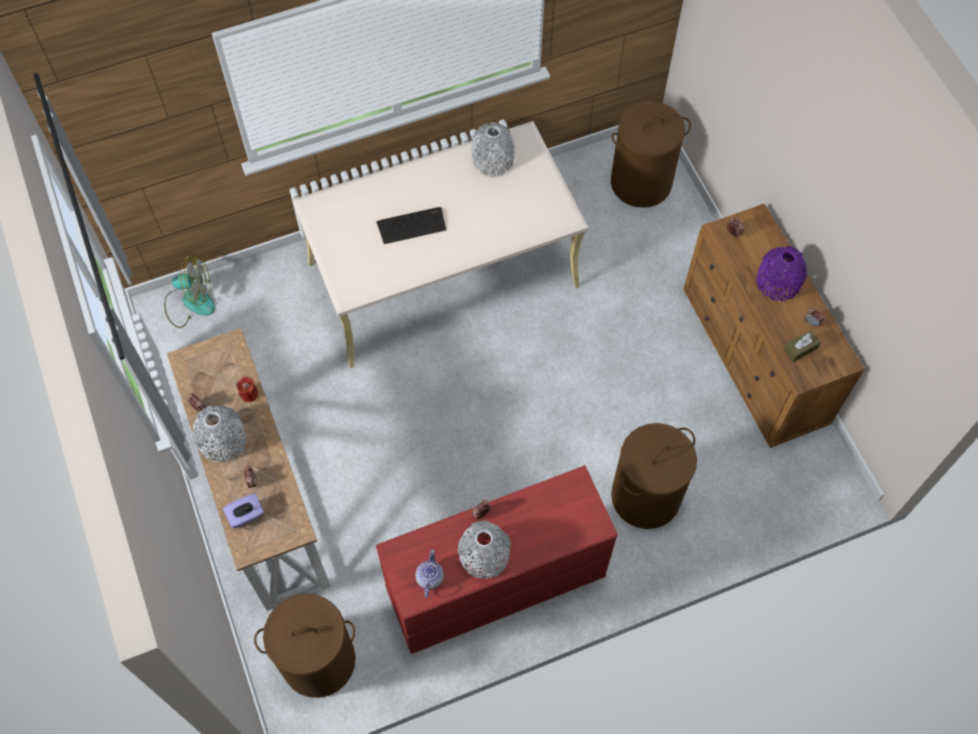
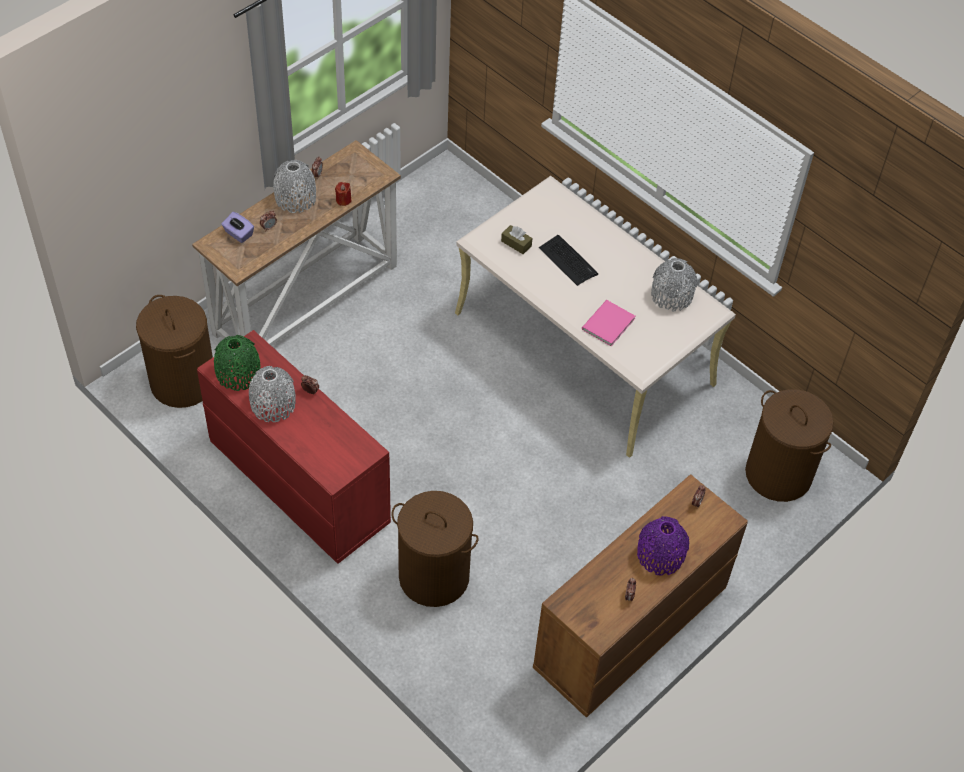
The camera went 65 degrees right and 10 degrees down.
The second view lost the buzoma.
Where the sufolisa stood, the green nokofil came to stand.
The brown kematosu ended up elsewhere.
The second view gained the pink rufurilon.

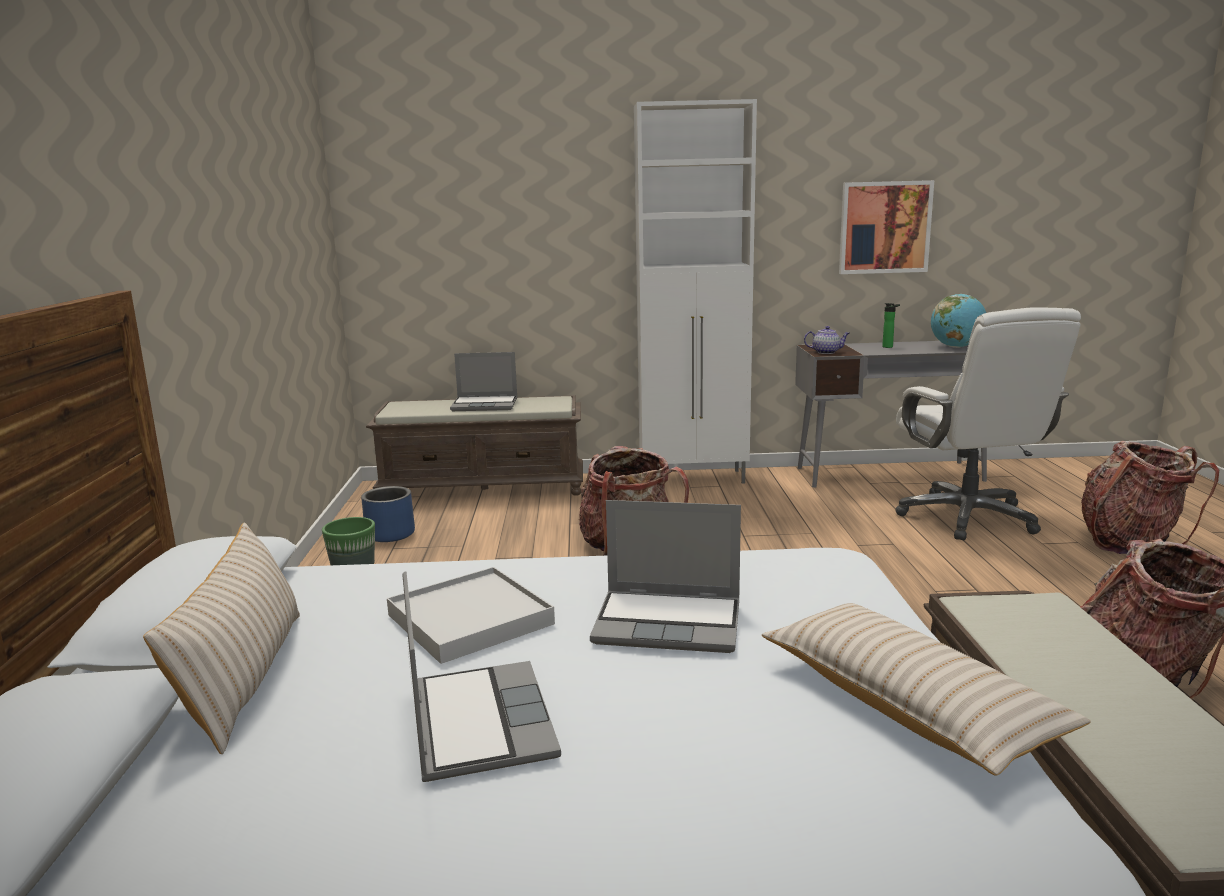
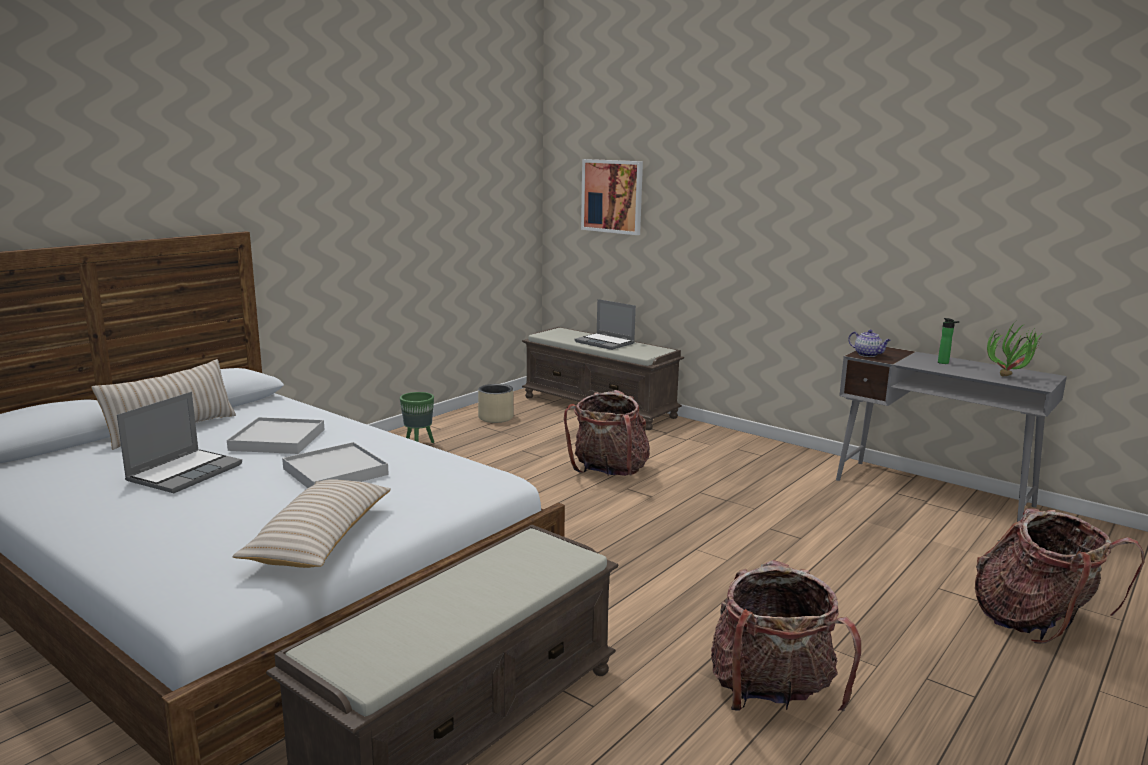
The camera went 40 degrees right and 0 degrees up.
What was the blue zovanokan turned into the beige zovanokan.
Where the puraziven (3rd from left) stood, the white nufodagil (2nd from left) came to stand.
The second view lost the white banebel.
The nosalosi ended up elsewhere.
The second view lost the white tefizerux.
Where the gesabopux stood, the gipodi came to stand.

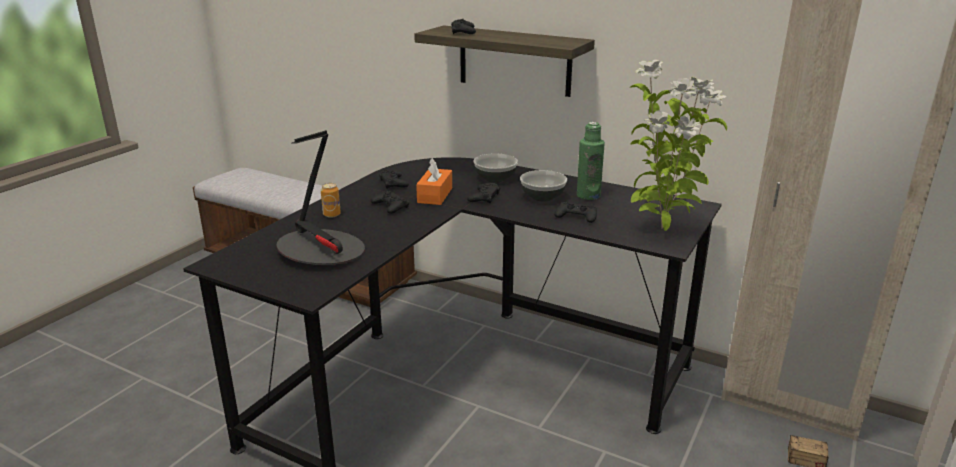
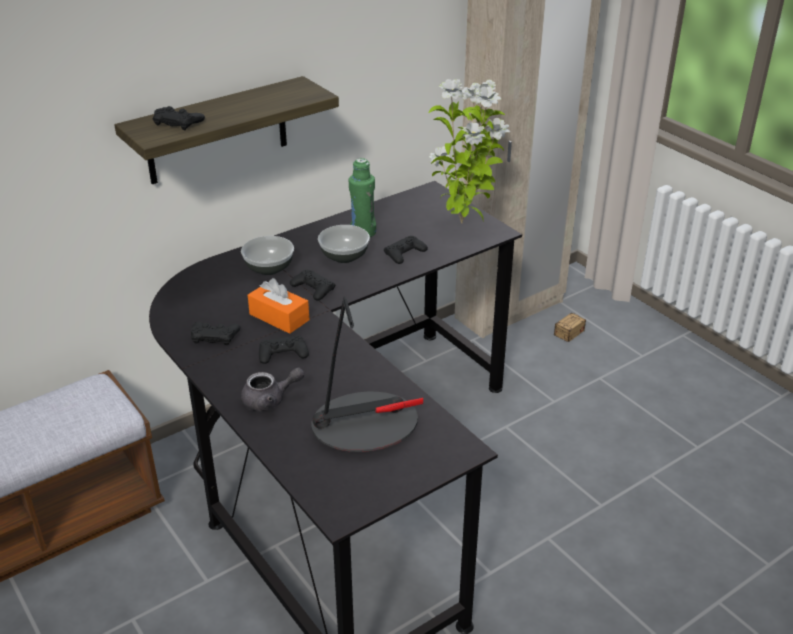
The camera went 65 degrees left and 10 degrees up.
Where the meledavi stood, the grey sufolisa came to stand.

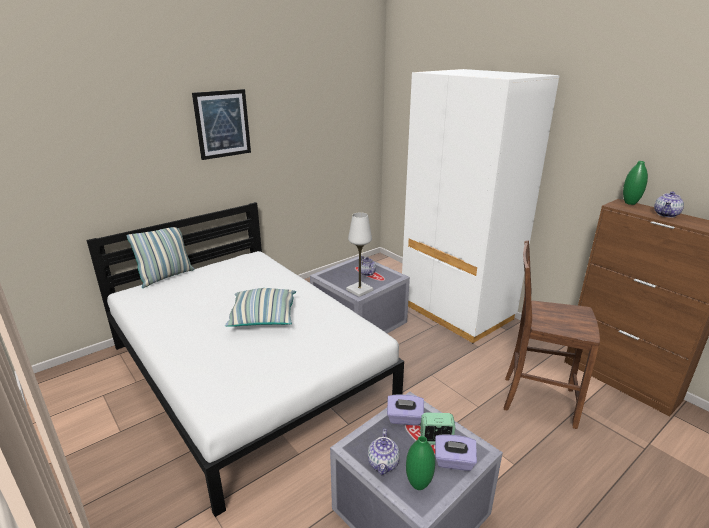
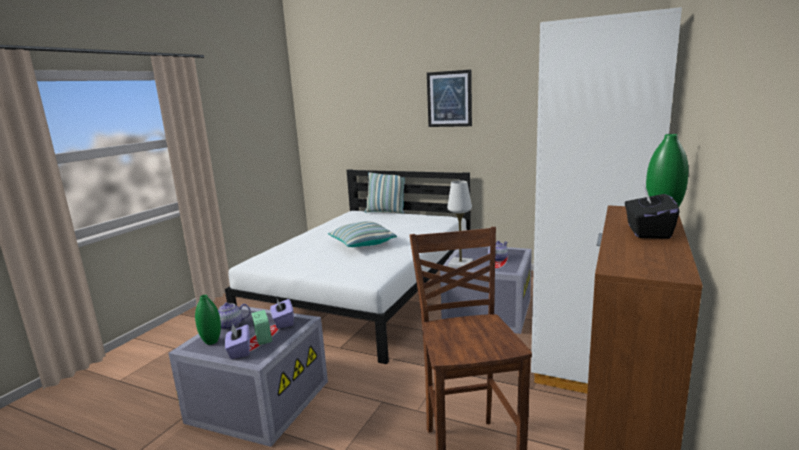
The camera went 65 degrees right and 10 degrees down.
Where the sufolisa (3rd from left) stood, the black kematosu came to stand.

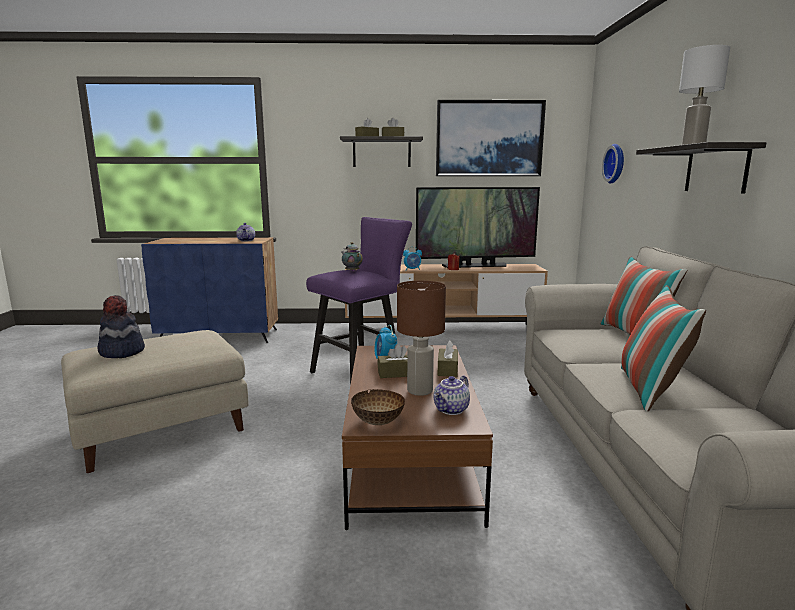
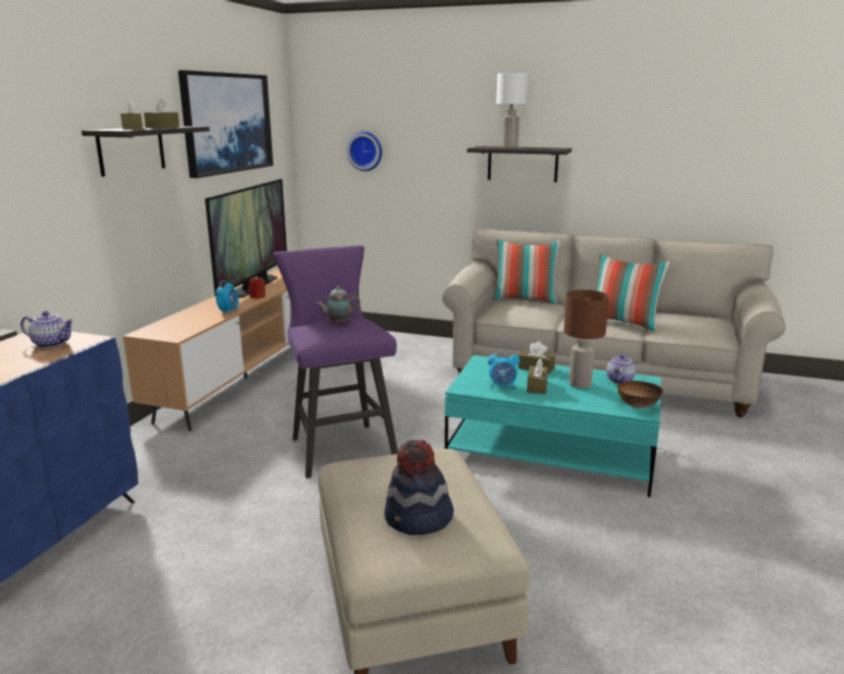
The camera went 70 degrees left and 5 degrees up.
What was the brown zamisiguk turned into the turquoise zamisiguk.
The sufolisa (3rd from left) ended up facing another way, 60 degrees clockwise from before.

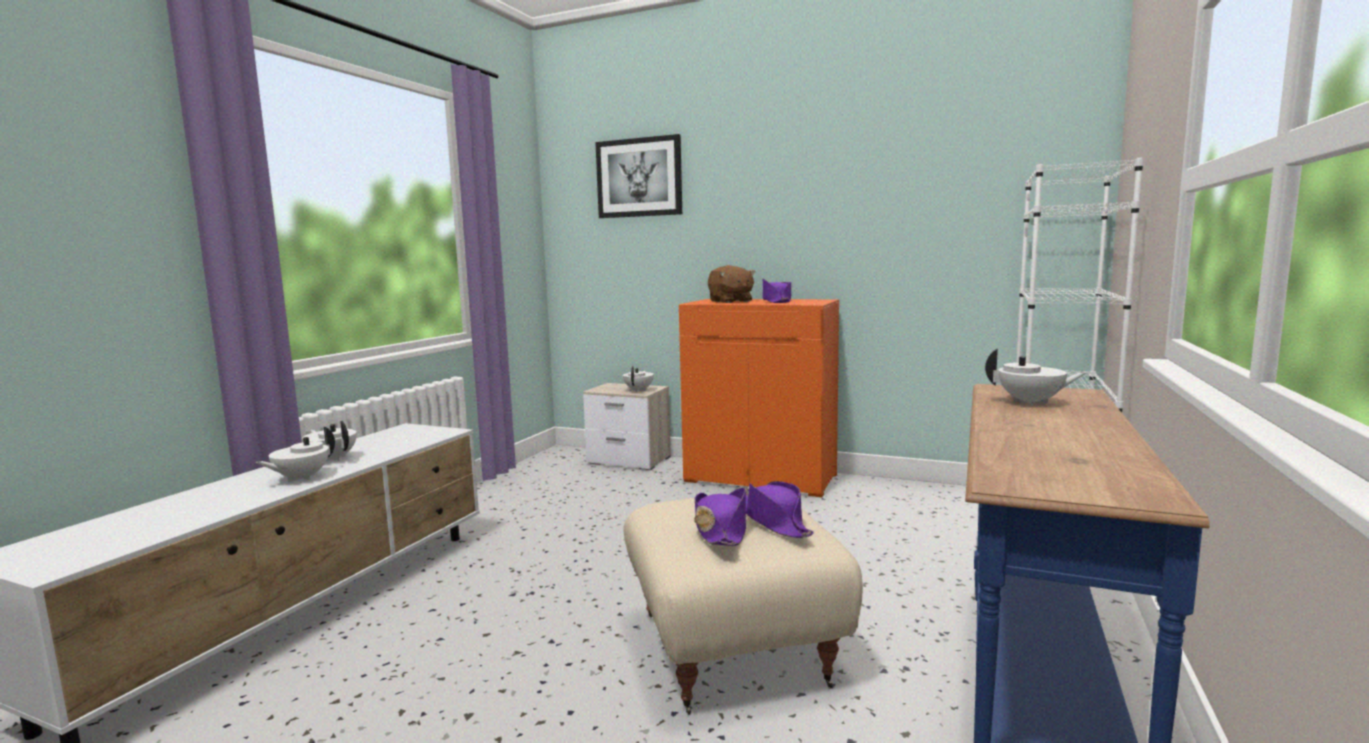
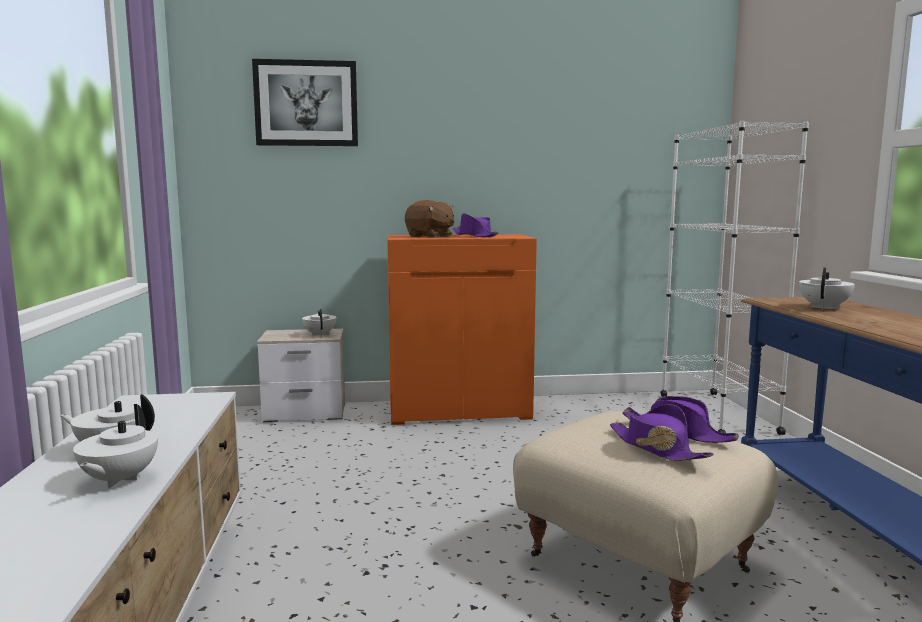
The camera went 30 degrees left and 0 degrees up.
The white sufolisa (4th from left) ended up facing another way, 45 degrees counterclockwise from before.

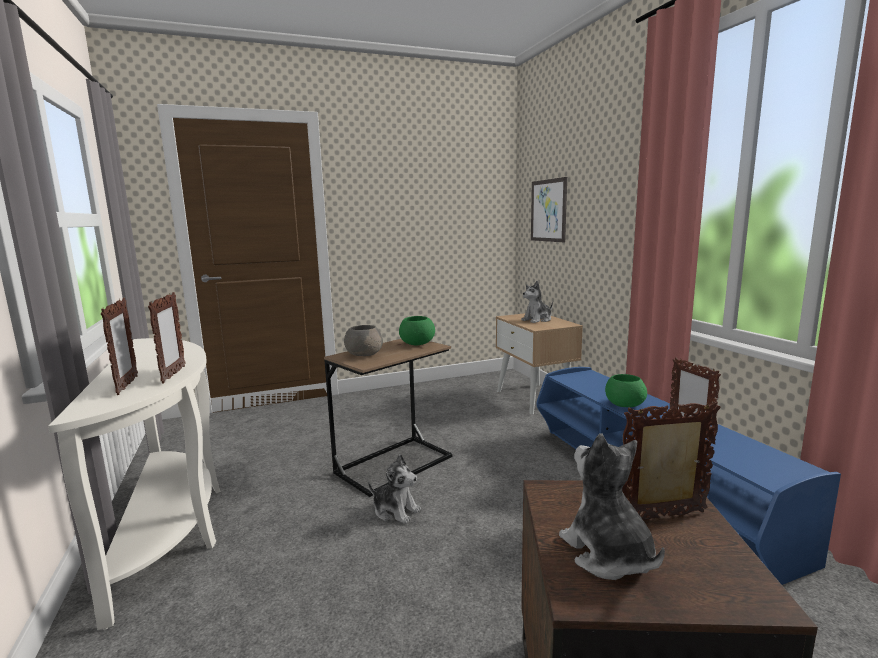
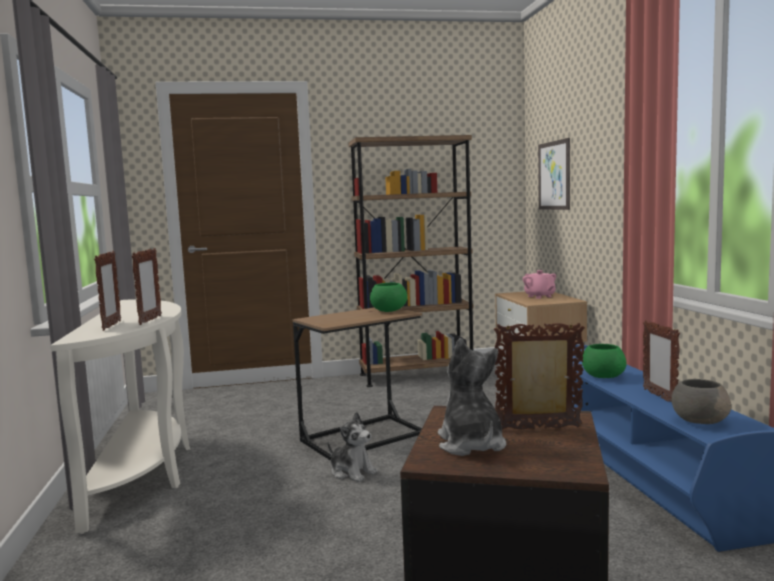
The camera went 10 degrees right and 5 degrees down.
The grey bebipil ended up elsewhere.
Where the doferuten (2nd from left) stood, the pink sufolisa came to stand.
The second view gained the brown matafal.

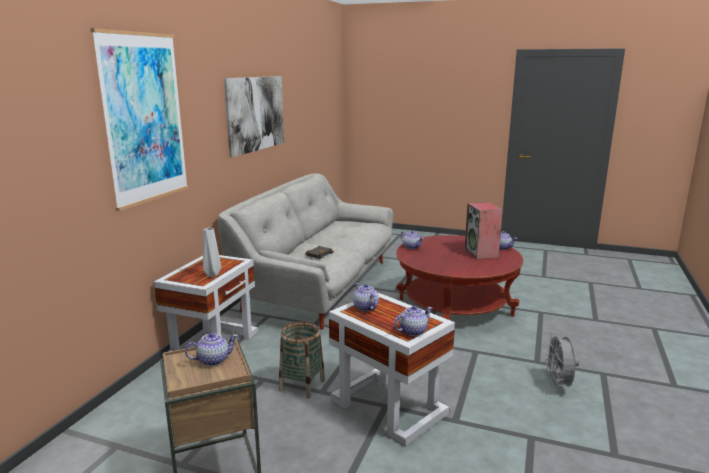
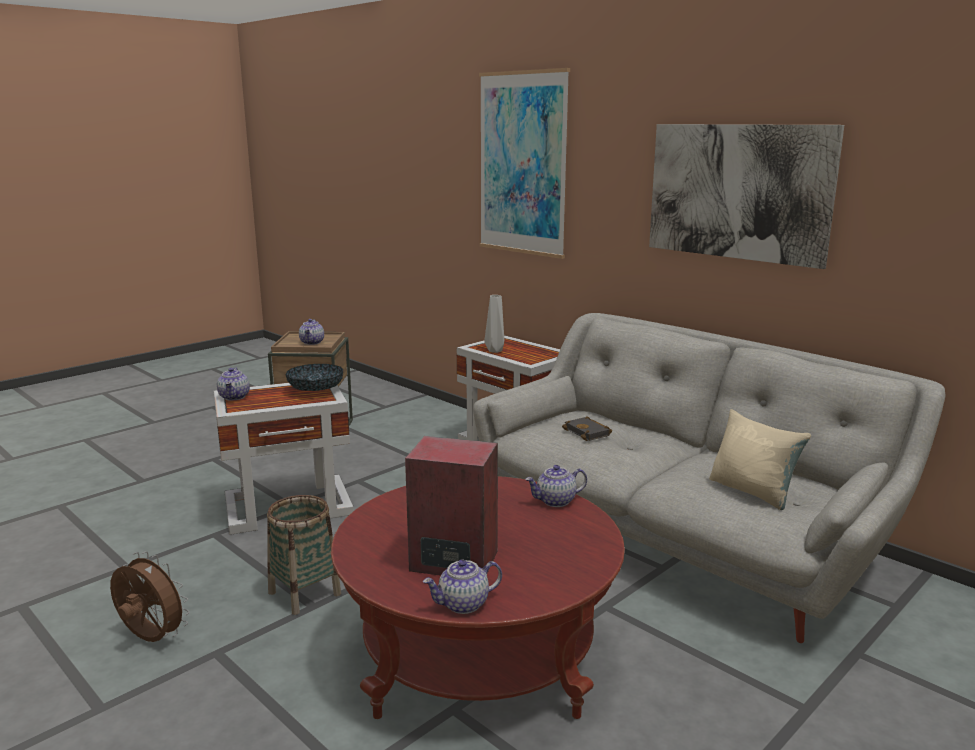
The camera went 115 degrees right and 0 degrees up.
The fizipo ended up elsewhere.
Where the sufolisa (2nd from left) stood, the bebipil came to stand.
What was the grey buzoma turned into the brown buzoma.
The second view gained the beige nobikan.

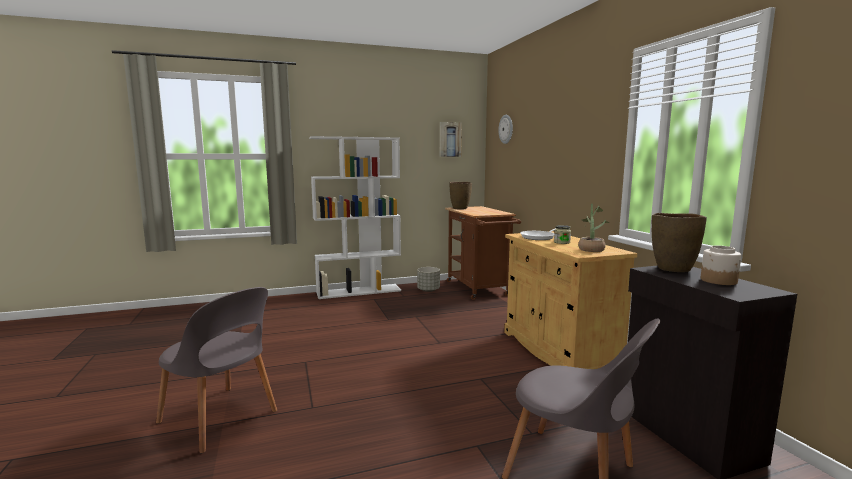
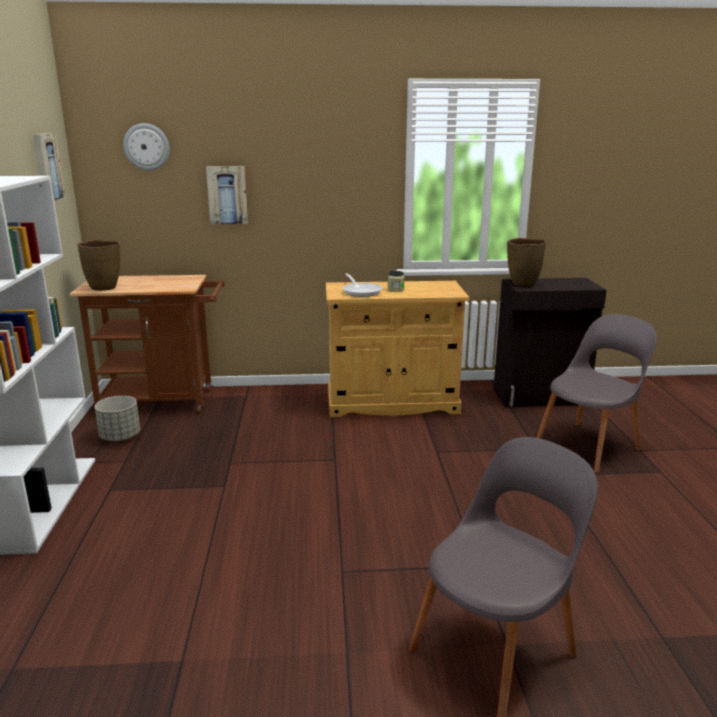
The camera went 75 degrees left and 10 degrees up.
The second view lost the gipodi.
The second view lost the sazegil (2nd from left).
The second view gained the nosalosi (2nd from left).

